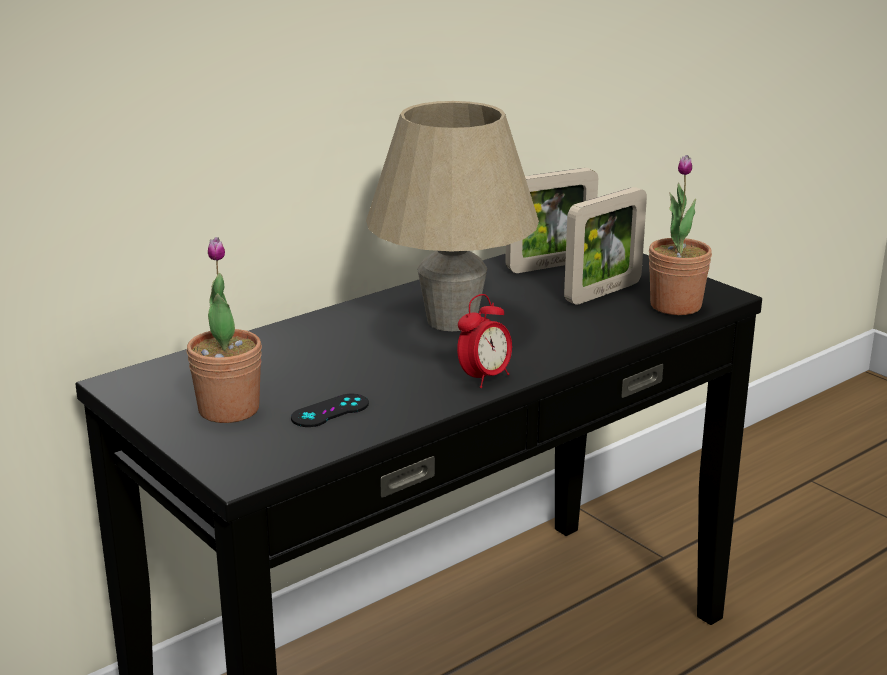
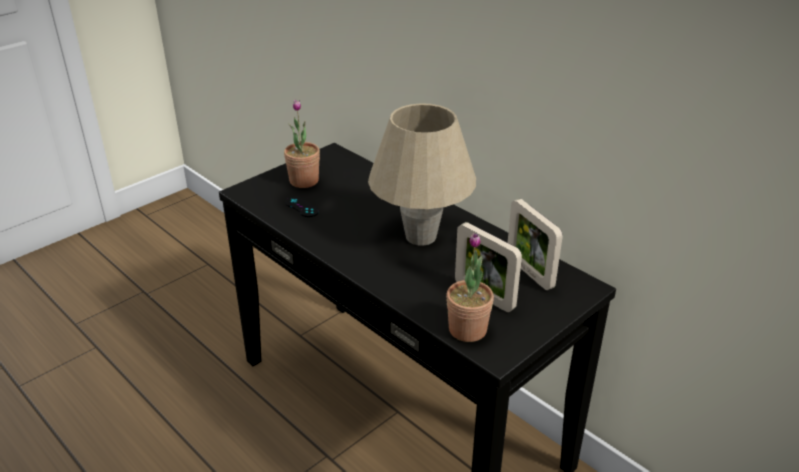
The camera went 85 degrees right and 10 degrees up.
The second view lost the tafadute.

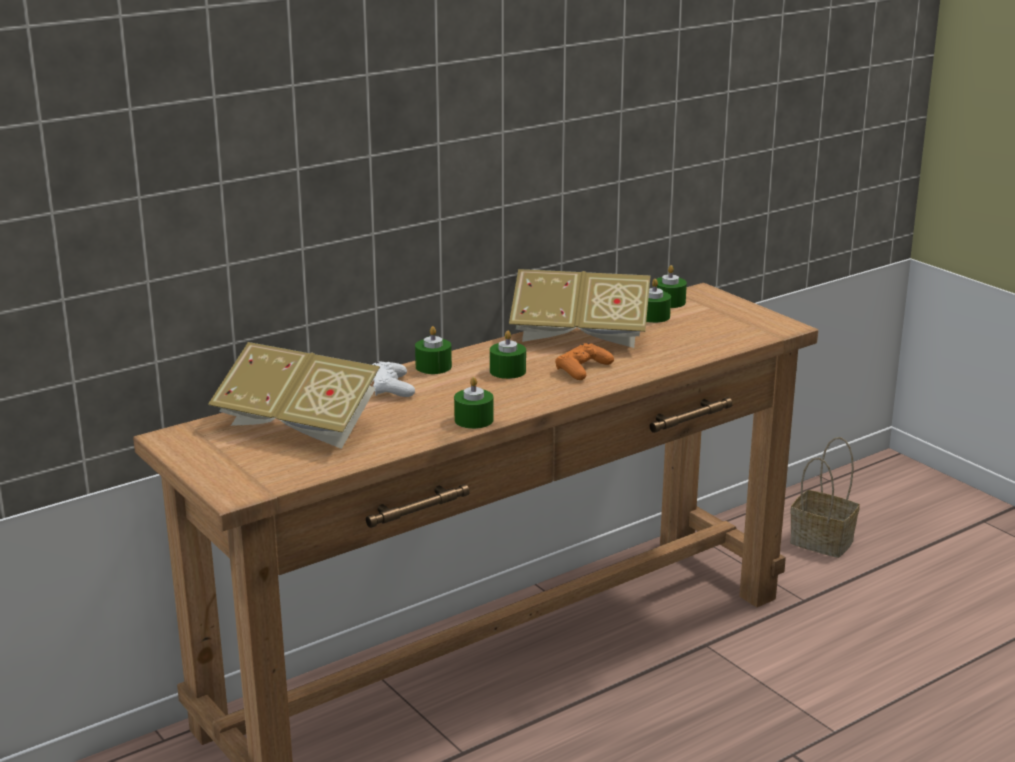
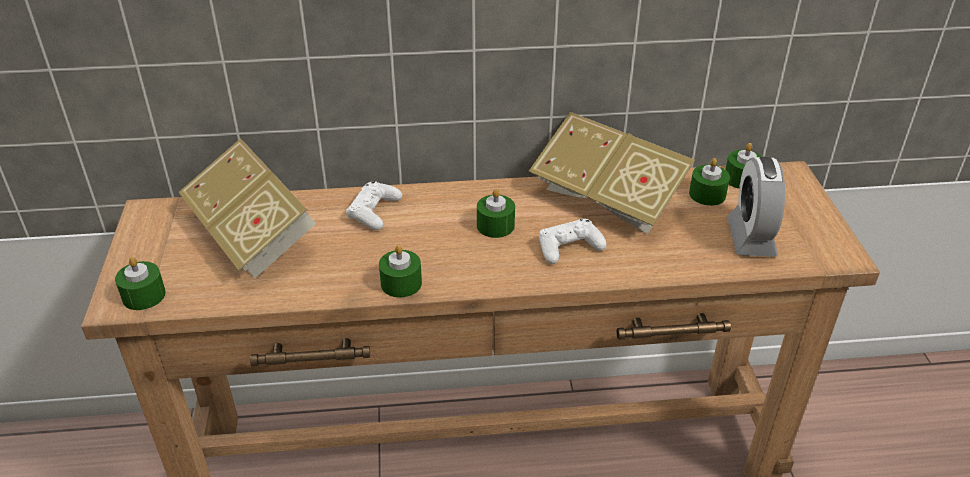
The camera went 30 degrees right and 15 degrees up.
The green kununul (1st from left) ended up elsewhere.
What was the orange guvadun turned into the white guvadun (2nd from left).
The second view lost the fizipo.
The second view gained the tafadute.

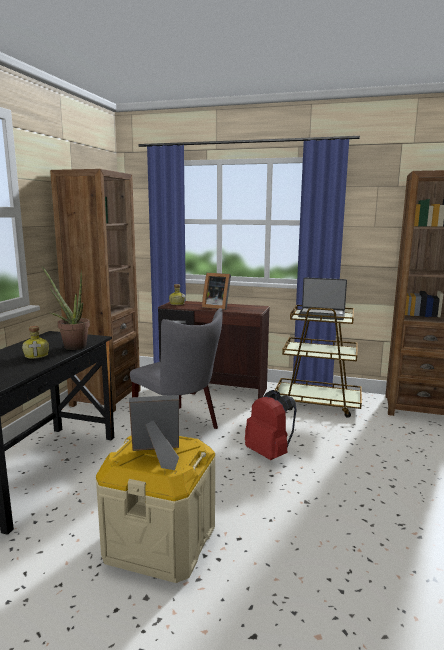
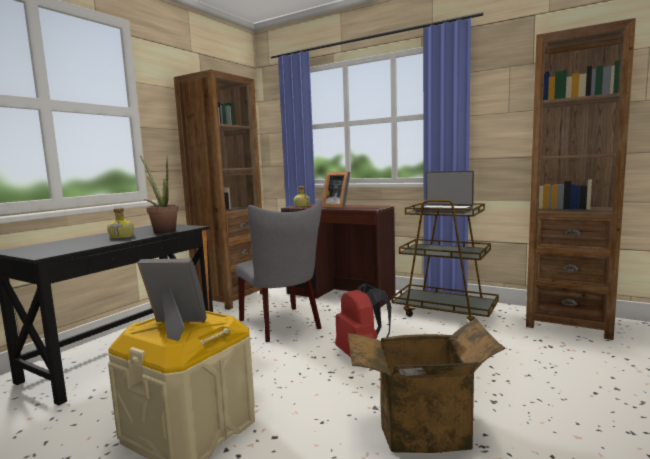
The camera went 15 degrees right and 5 degrees down.
The second view gained the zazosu.

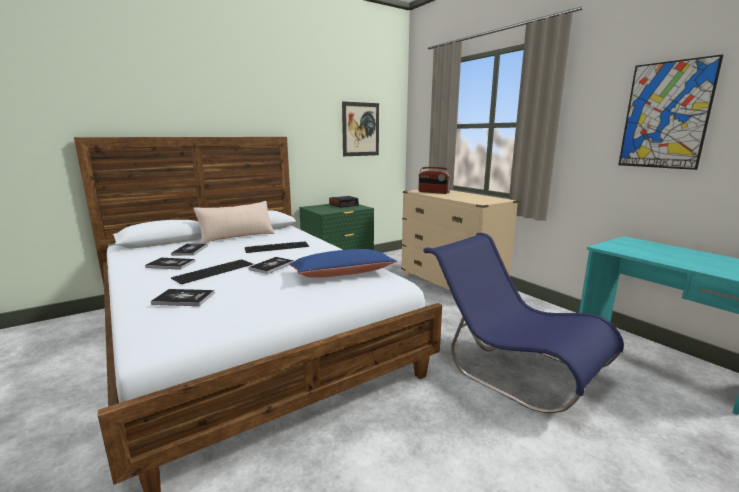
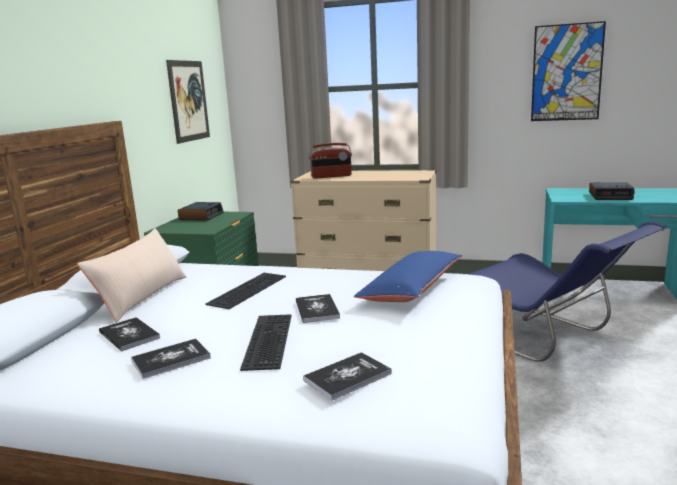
The camera went 40 degrees left and 0 degrees up.
The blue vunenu ended up facing another way, 135 degrees counterclockwise from before.
The second view gained the tafadute (2nd from left).

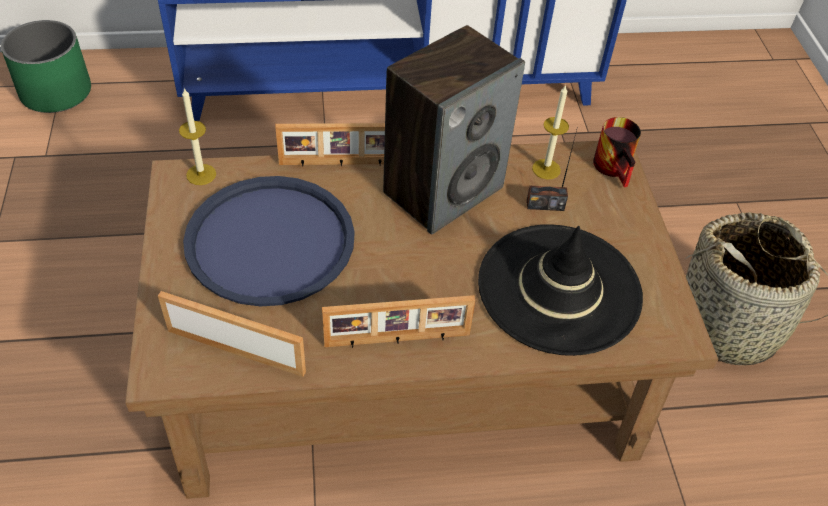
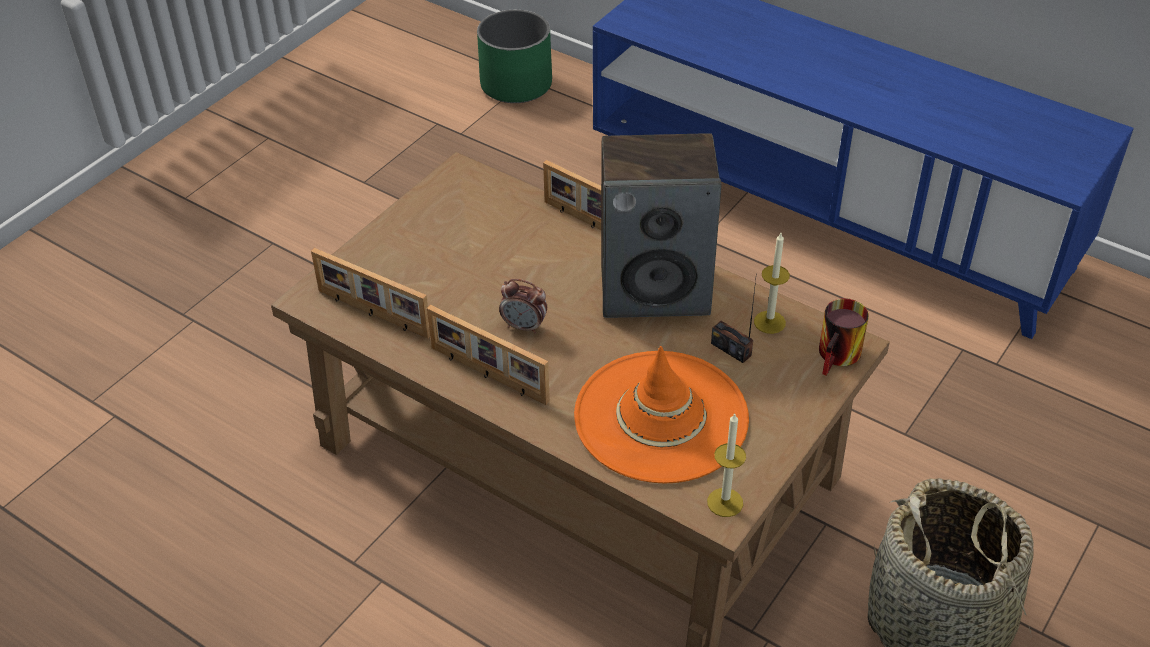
The camera went 45 degrees right and 5 degrees down.
The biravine (1st from left) ended up facing another way, 150 degrees clockwise from before.
The kununul (1st from left) ended up elsewhere.
The second view lost the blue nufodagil.
What was the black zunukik turned into the orange zunukik.
The second view gained the tafadute.

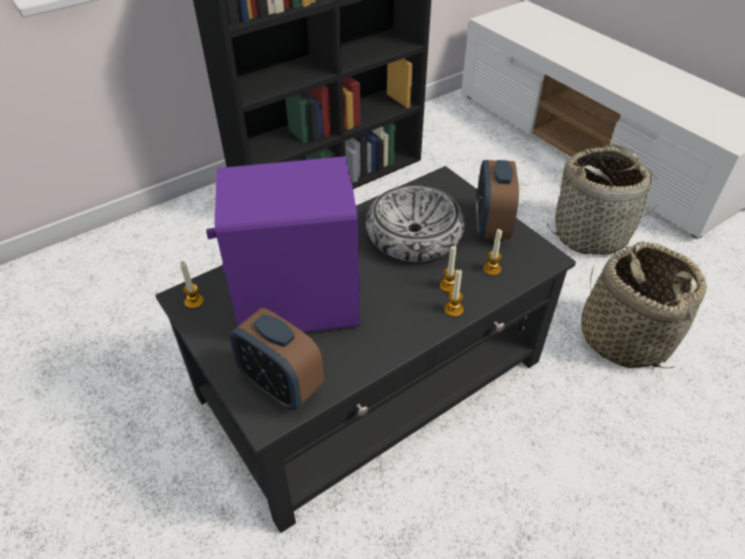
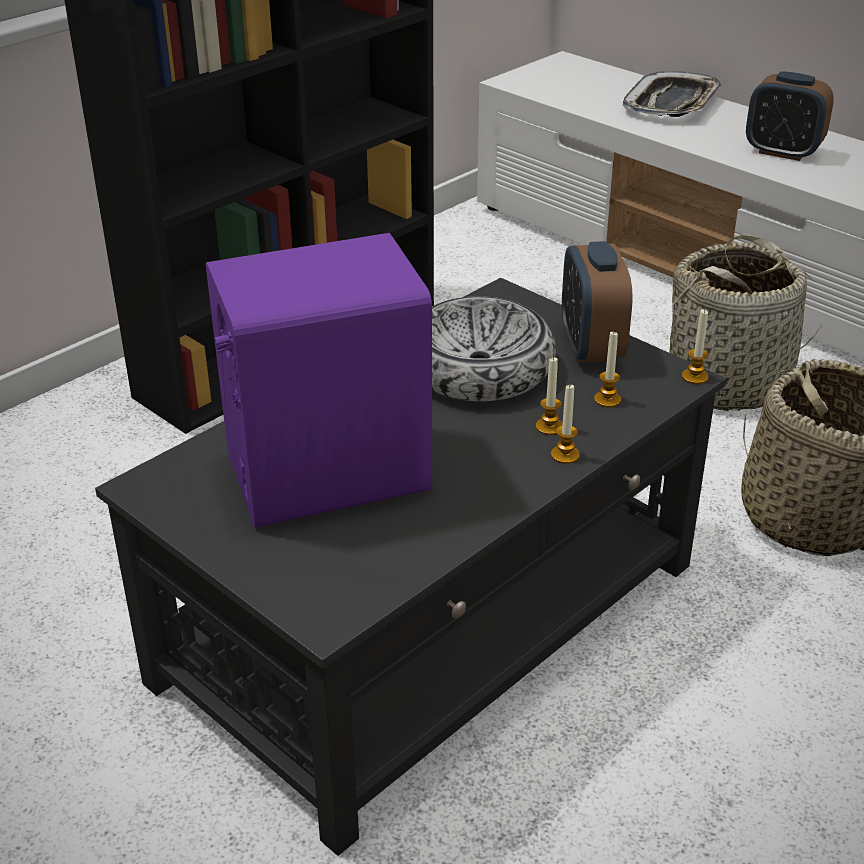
The camera went 10 degrees left and 10 degrees down.
The kununul (1st from left in the first image) ended up elsewhere.
The tafadute (1st from left in the first image) ended up elsewhere.
The second view gained the nufodagil.

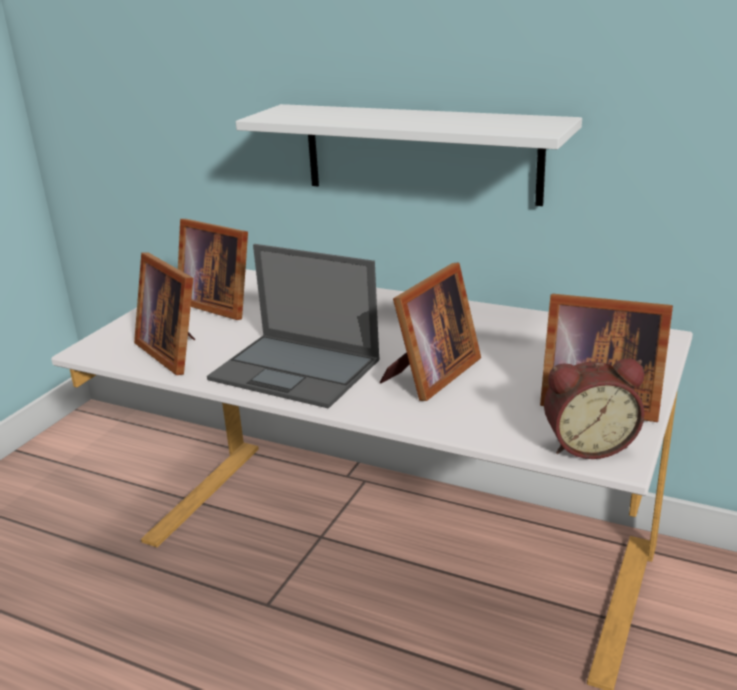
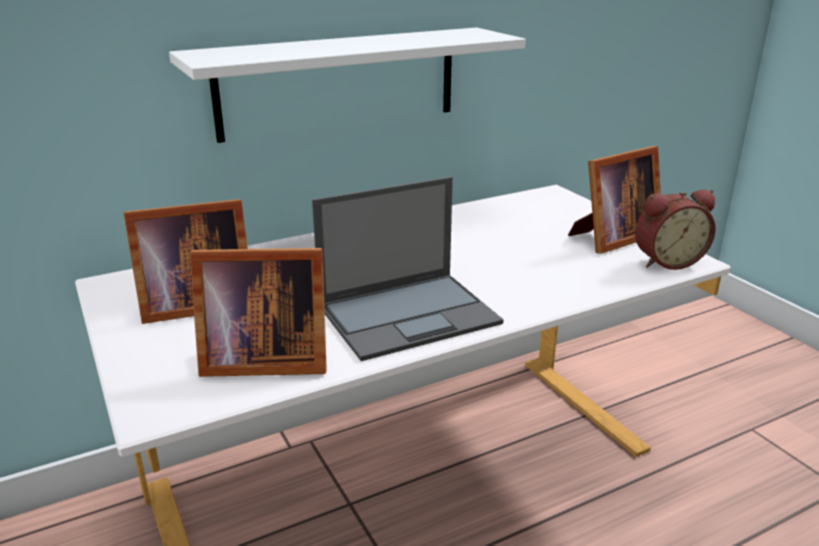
The camera went 55 degrees left and 0 degrees up.
The second view lost the biravine (3rd from left).
The tafadute ended up facing another way, 45 degrees clockwise from before.

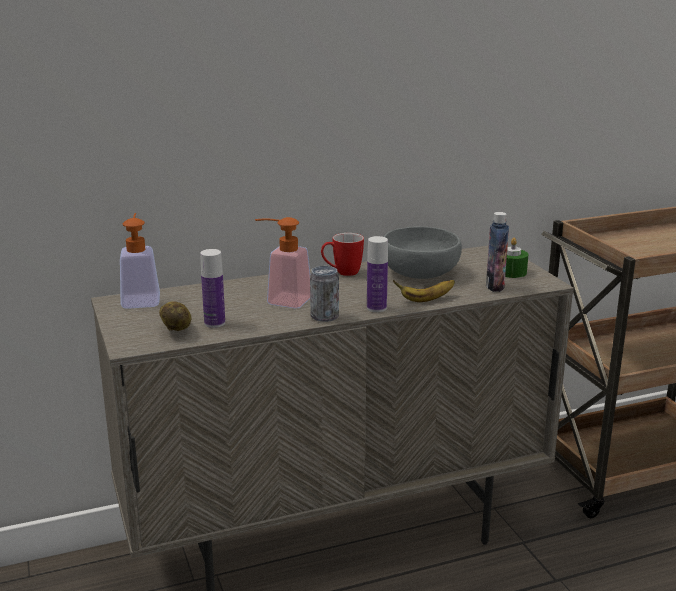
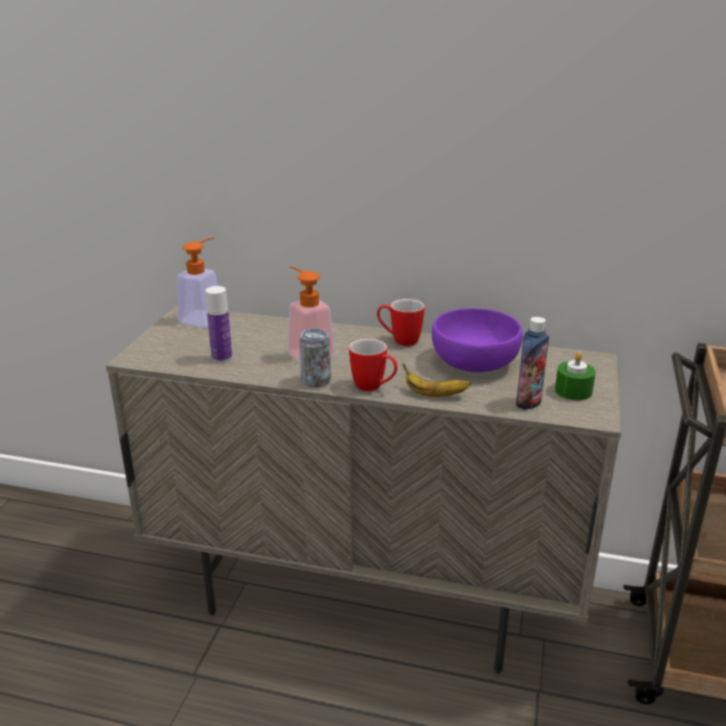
The camera went 35 degrees right and 5 degrees up.
The second view lost the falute.
Where the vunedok (2nd from left) stood, the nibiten (1st from left) came to stand.
What was the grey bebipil turned into the purple bebipil.

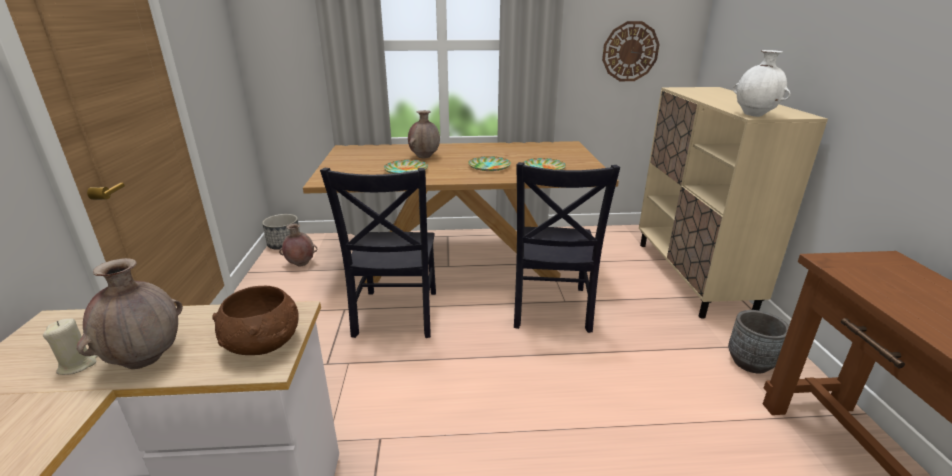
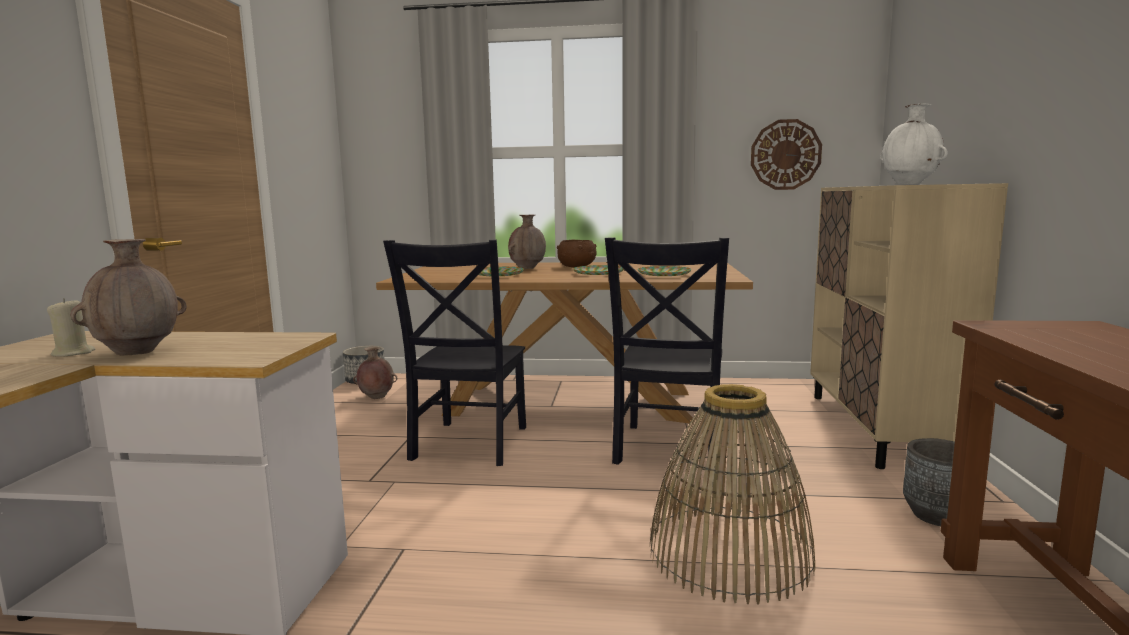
The camera went 10 degrees right and 15 degrees down.
The brown bebipil ended up elsewhere.
The second view gained the fizipo.

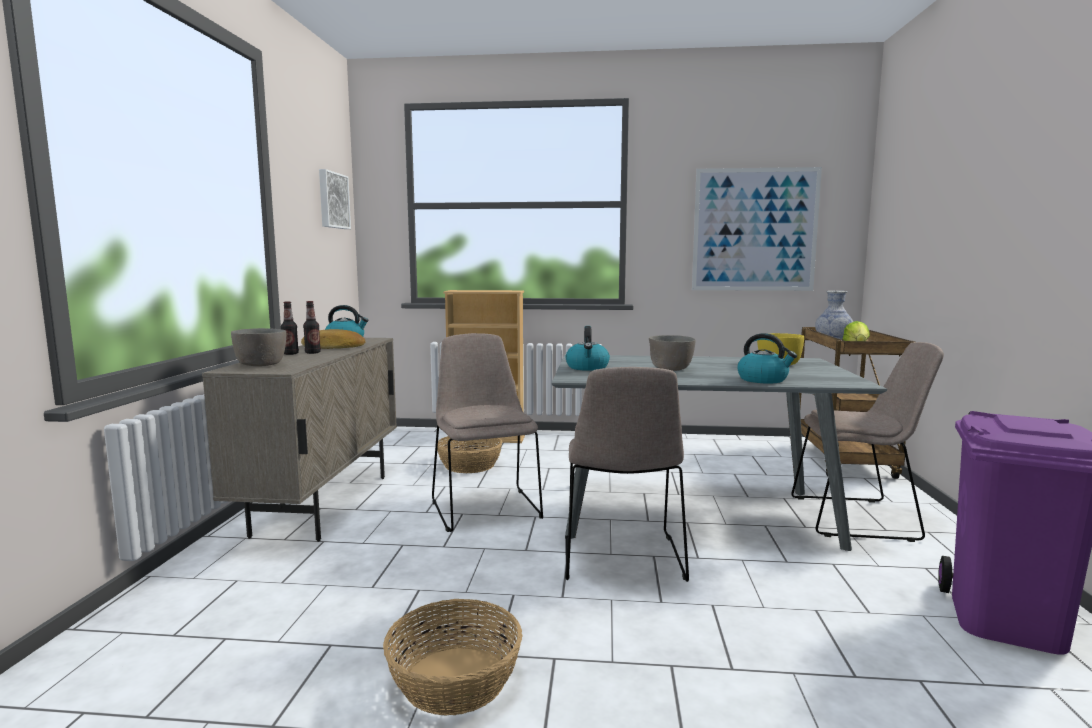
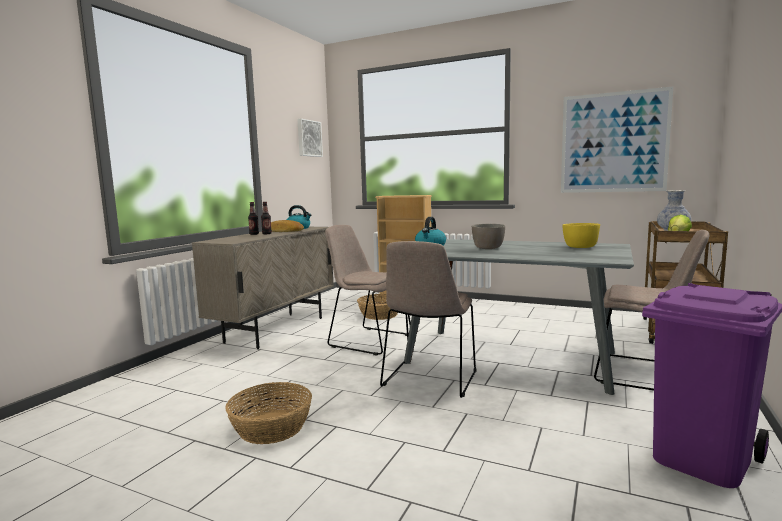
The camera went 20 degrees right and 0 degrees up.
The second view lost the grey bebipil (1st from left).
The beige vunenu (1st from left) ended up facing another way, 60 degrees counterclockwise from before.
The second view lost the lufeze (3rd from left).

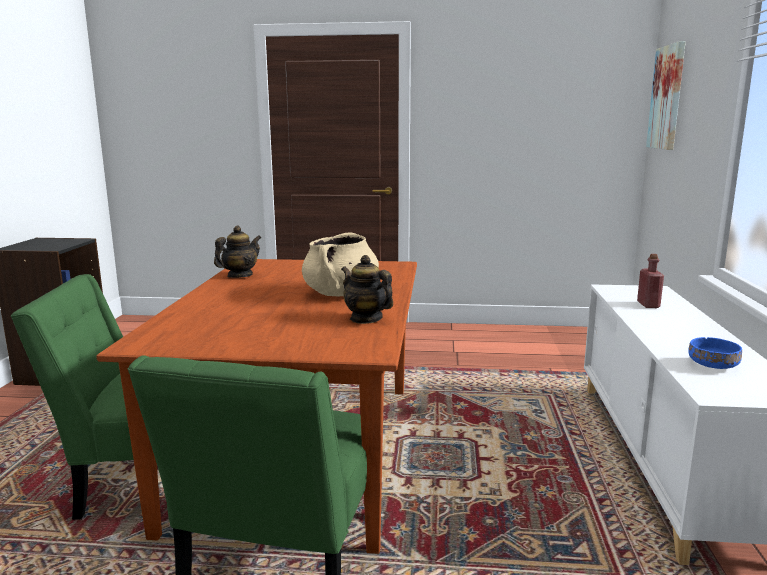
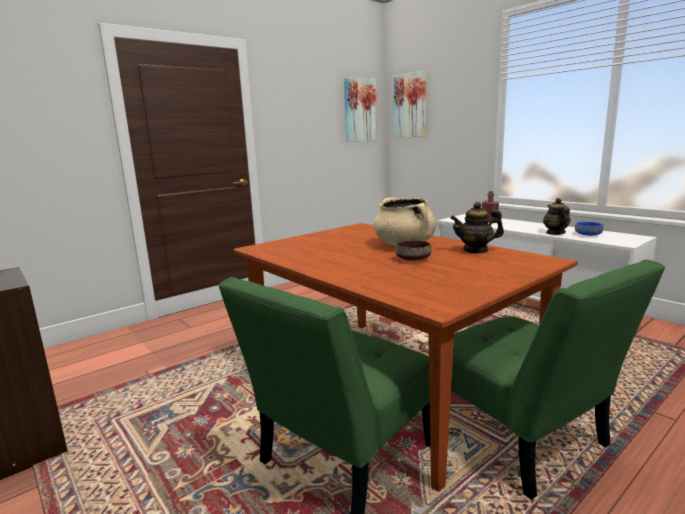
The camera went 45 degrees left and 0 degrees up.
The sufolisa (1st from left in the first image) ended up elsewhere.
The second view gained the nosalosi (1st from left).
The second view gained the brown bebipil.

